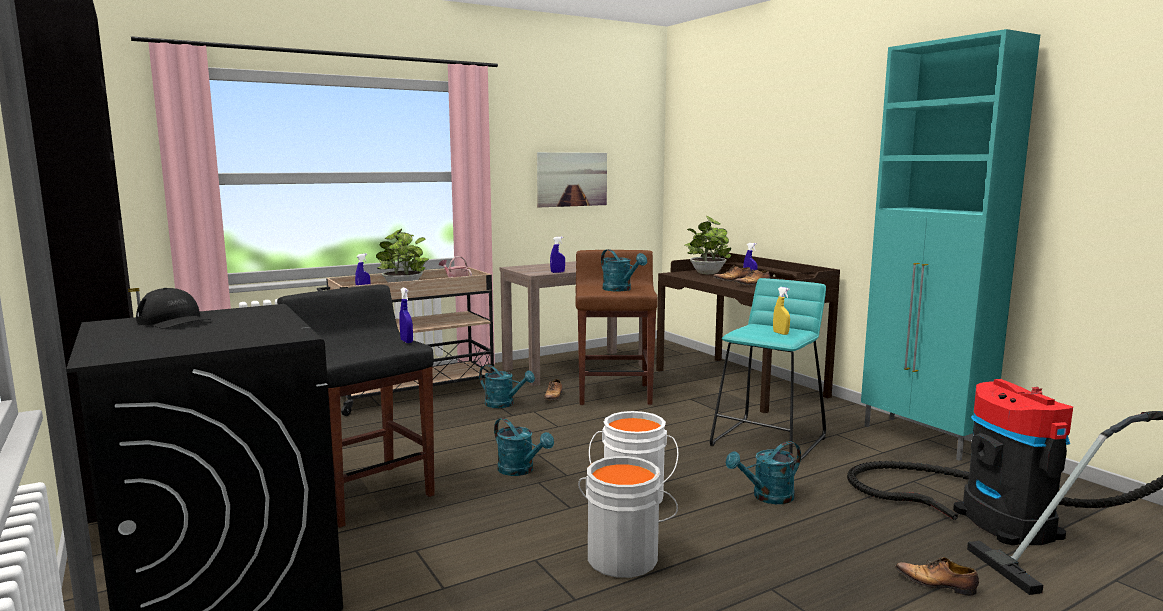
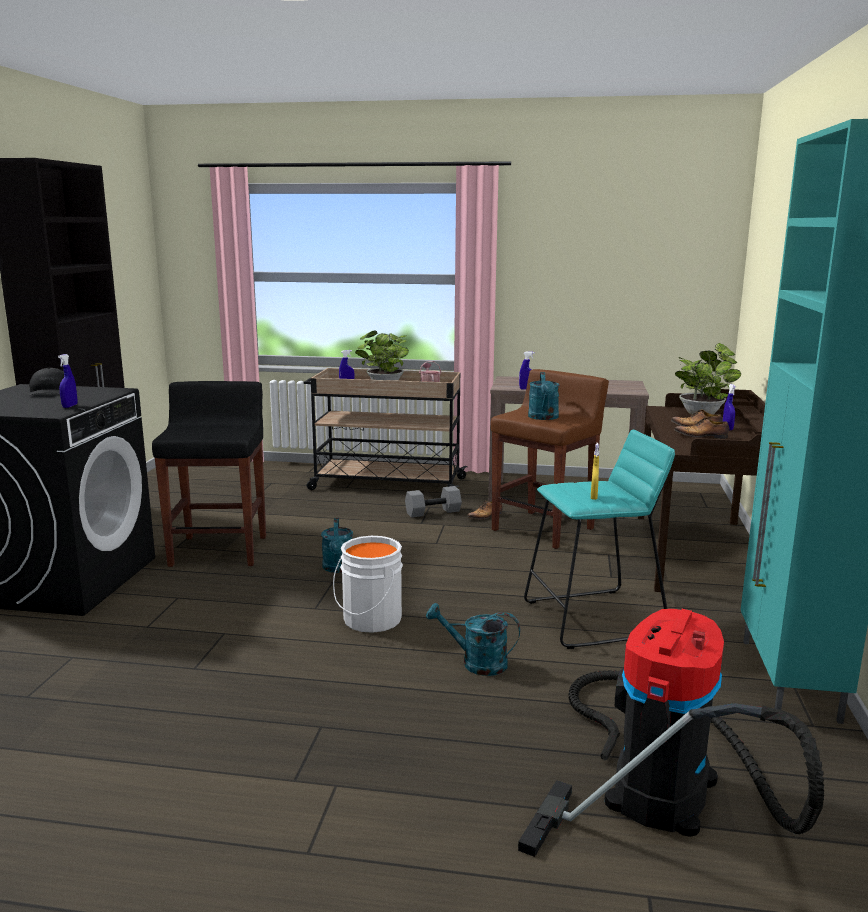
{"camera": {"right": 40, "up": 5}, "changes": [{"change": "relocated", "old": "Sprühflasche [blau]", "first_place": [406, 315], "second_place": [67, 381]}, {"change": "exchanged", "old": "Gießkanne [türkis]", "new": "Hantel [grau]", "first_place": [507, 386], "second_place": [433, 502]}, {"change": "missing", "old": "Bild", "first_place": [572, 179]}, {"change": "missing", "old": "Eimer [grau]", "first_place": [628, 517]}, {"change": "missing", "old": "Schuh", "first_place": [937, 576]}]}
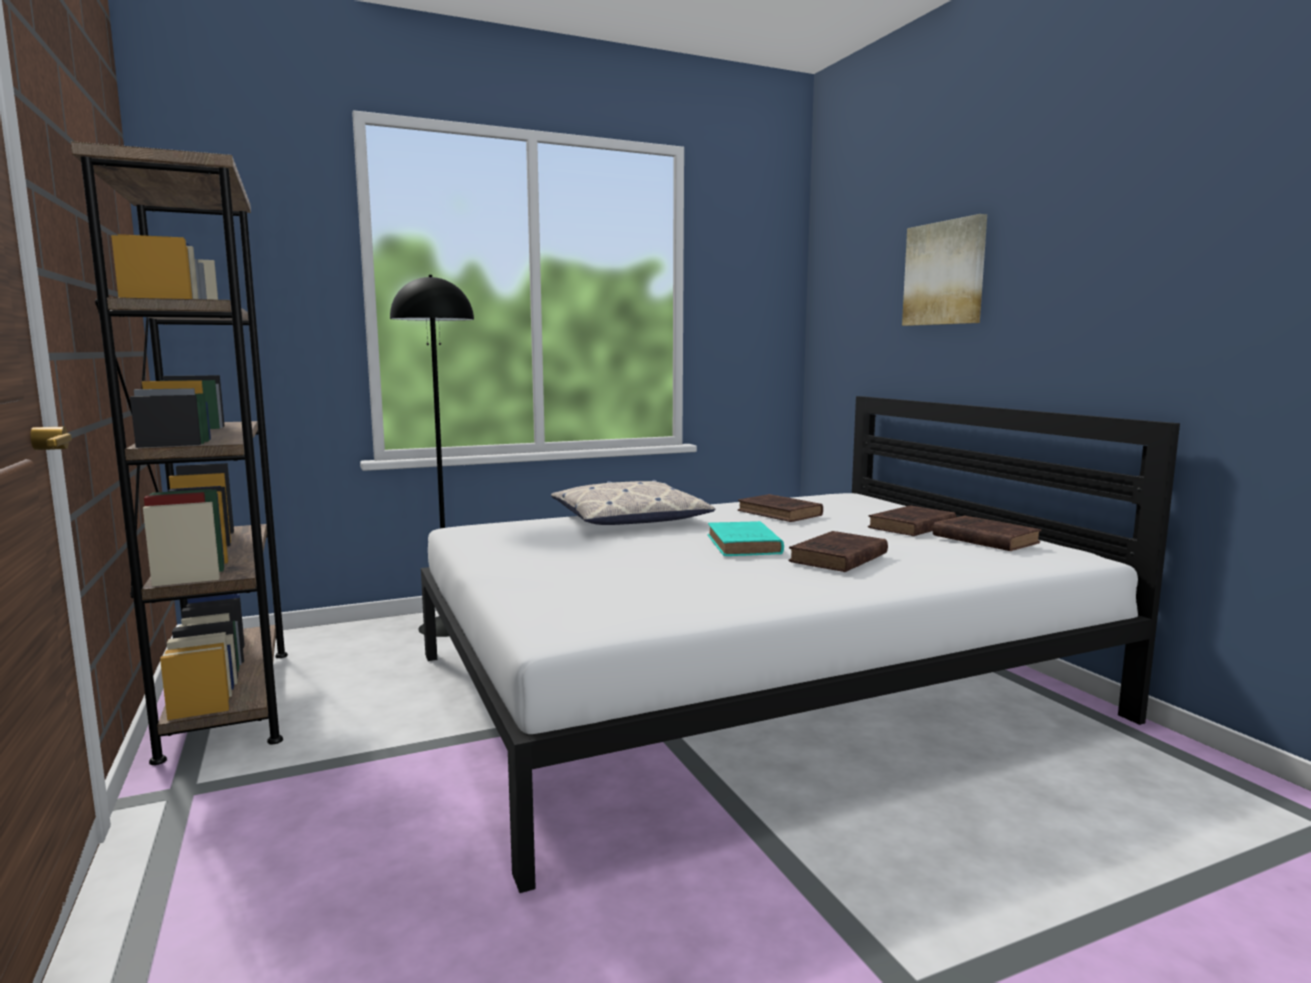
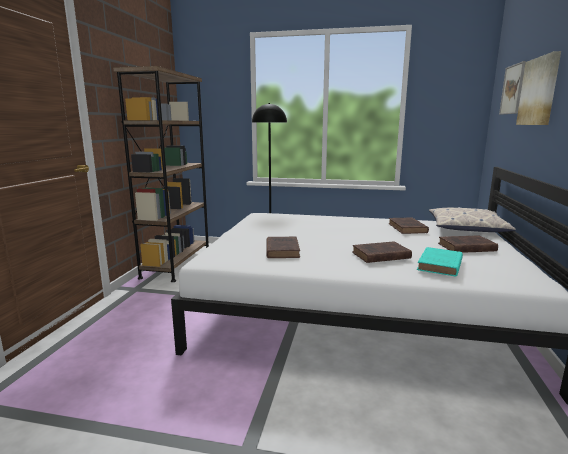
{"camera": {"right": 35, "up": 5}, "changes": [{"change": "relocated", "old": "Buch [braun]", "first_place": [987, 533], "second_place": [283, 247]}, {"change": "relocated", "old": "Buch [türkis]", "first_place": [746, 538], "second_place": [440, 262]}, {"change": "relocated", "old": "Kissen", "first_place": [633, 502], "second_place": [472, 219]}, {"change": "appeared", "new": "Bild", "second_place": [512, 88]}]}
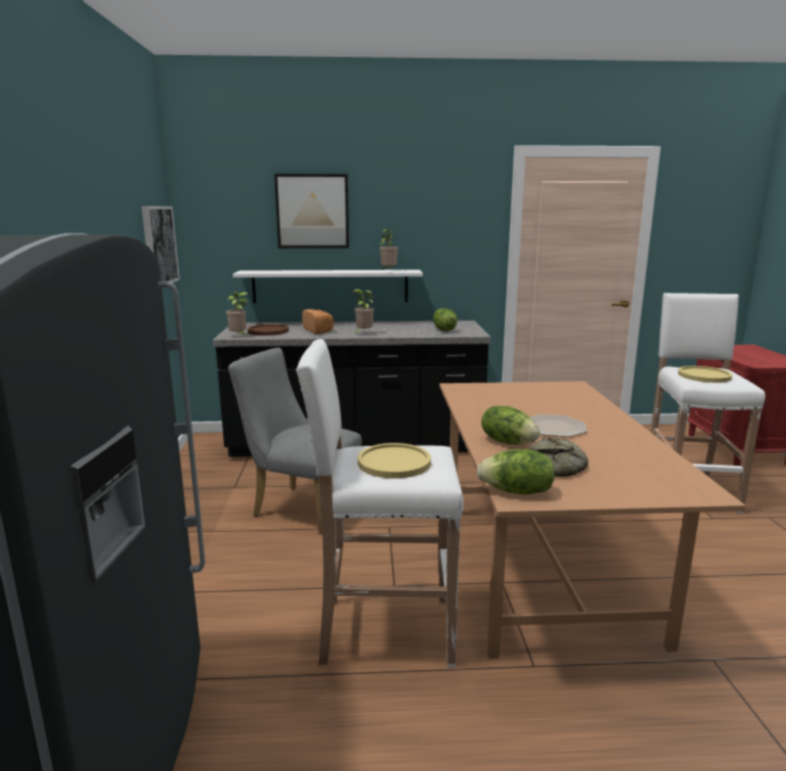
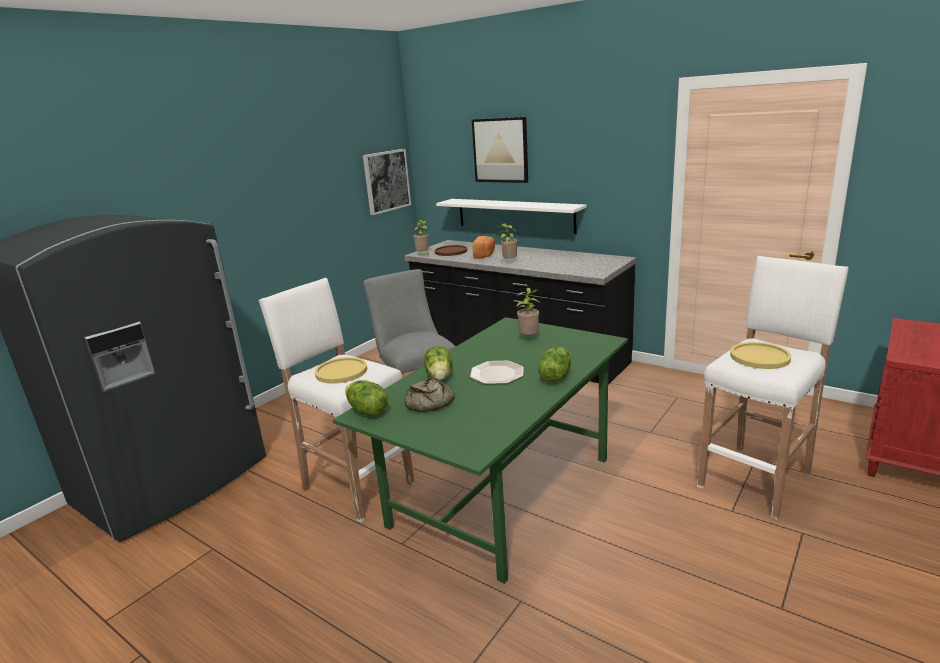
{"camera": {"right": 40, "up": 5}, "changes": [{"change": "colour", "old": "Esstisch [braun]", "new": "Esstisch [grün]", "first_place": [593, 520], "second_place": [480, 450]}, {"change": "relocated", "old": "Topfpflanze", "first_place": [388, 249], "second_place": [527, 311]}, {"change": "relocated", "old": "Salatkopf", "first_place": [445, 319], "second_place": [554, 364]}]}
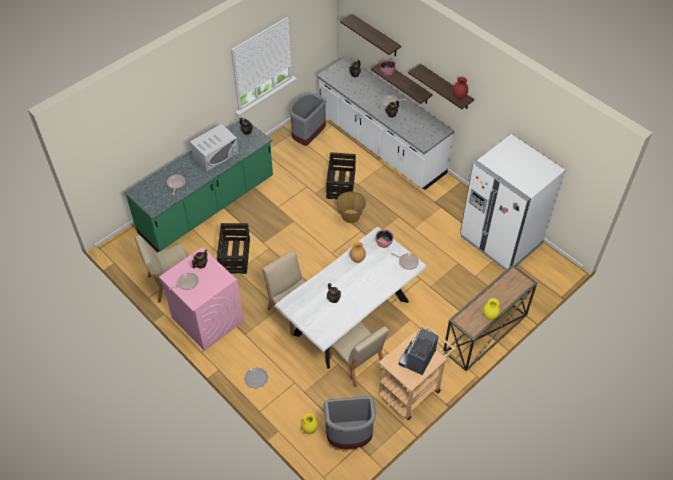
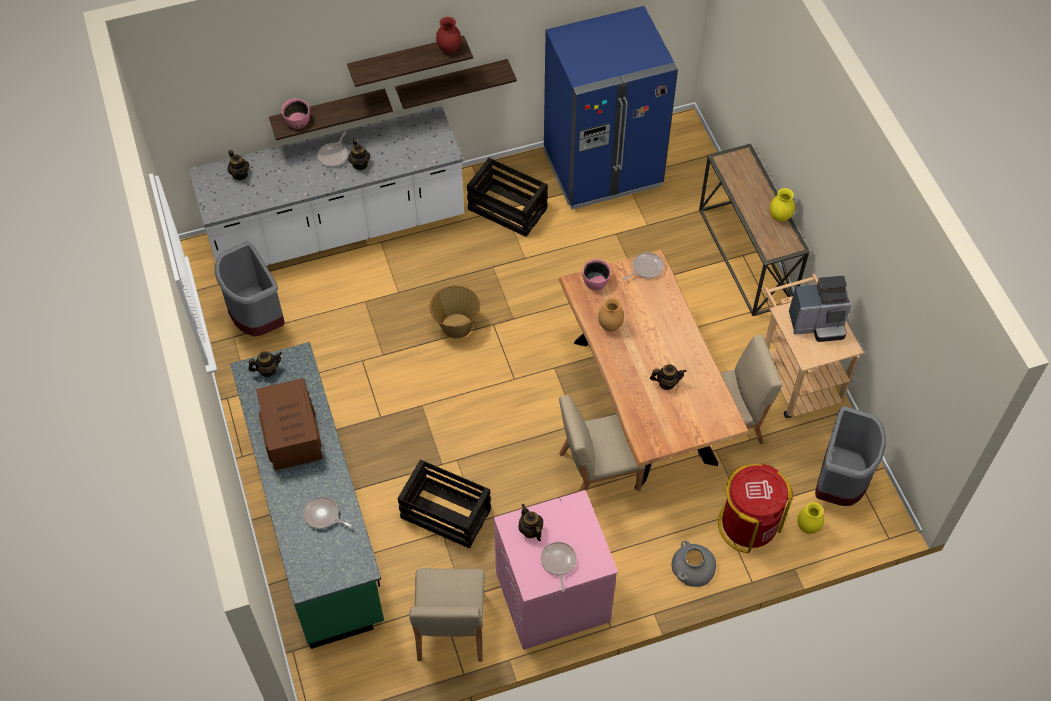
{"camera": {"right": -65, "up": 5}, "changes": [{"change": "colour", "old": "Mikrowelle [weiß]", "new": "Mikrowelle [braun]", "first_place": [214, 147], "second_place": [289, 424]}, {"change": "relocated", "old": "Wandregal", "first_place": [370, 35], "second_place": [456, 84]}, {"change": "relocated", "old": "Kiste", "first_place": [341, 175], "second_place": [507, 197]}, {"change": "colour", "old": "Kühlschrank [weiß]", "new": "Kühlschrank [blau]", "first_place": [512, 202], "second_place": [611, 108]}, {"change": "colour", "old": "Esstisch [weiß]", "new": "Esstisch [braun]", "first_place": [350, 298], "second_place": [654, 369]}, {"change": "exchanged", "old": "Teller", "new": "Vase [grau]", "first_place": [256, 378], "second_place": [694, 564]}, {"change": "appeared", "new": "Mülleimer [rot]", "second_place": [755, 509]}, {"change": "spun", "old": "Kaffeemaschine", "first_place": [419, 351], "second_place": [820, 309], "degrees": -60}]}
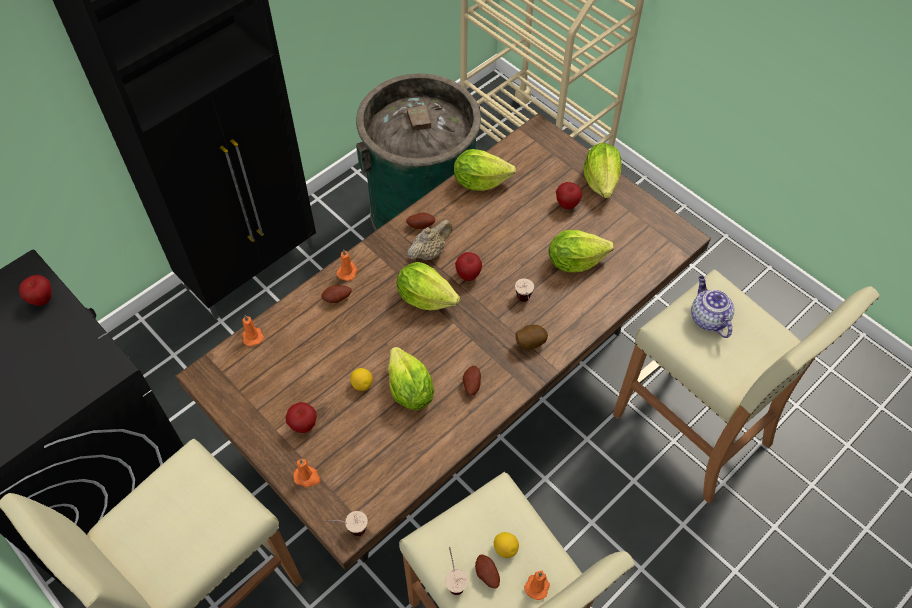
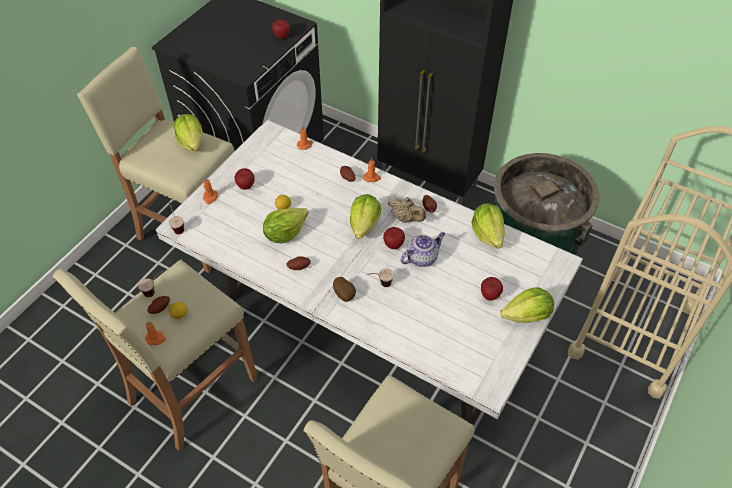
{"camera": {"right": 75, "up": -5}, "changes": [{"change": "colour", "old": "Esstisch [braun]", "new": "Esstisch [weiß]", "first_place": [443, 342], "second_place": [369, 272]}, {"change": "relocated", "old": "Salatkopf", "first_place": [581, 251], "second_place": [188, 132]}, {"change": "relocated", "old": "Teekanne", "first_place": [712, 307], "second_place": [423, 249]}]}
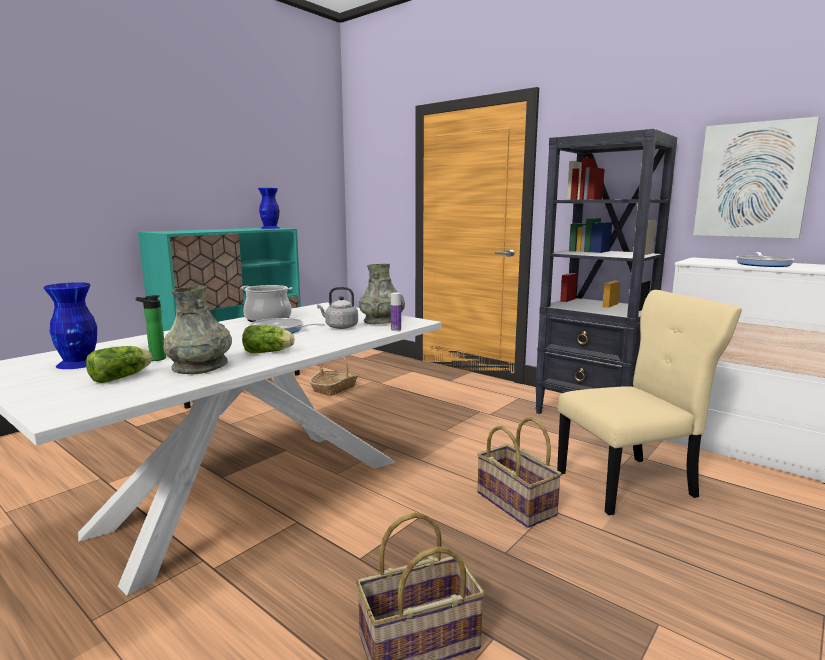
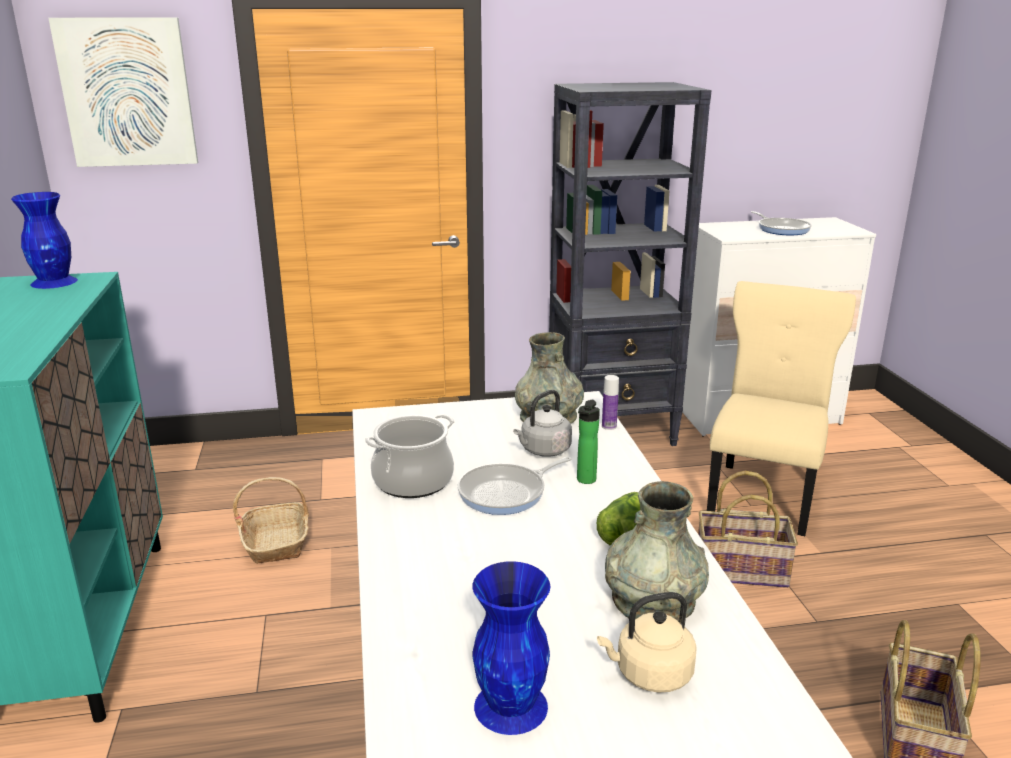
{"camera": {"right": -50, "up": 10}, "changes": [{"change": "relocated", "old": "Bild", "first_place": [756, 177], "second_place": [123, 92]}, {"change": "relocated", "old": "Flasche", "first_place": [151, 328], "second_place": [588, 442]}, {"change": "exchanged", "old": "Salatkopf", "new": "Wasserkessel [beige]", "first_place": [119, 364], "second_place": [647, 642]}]}
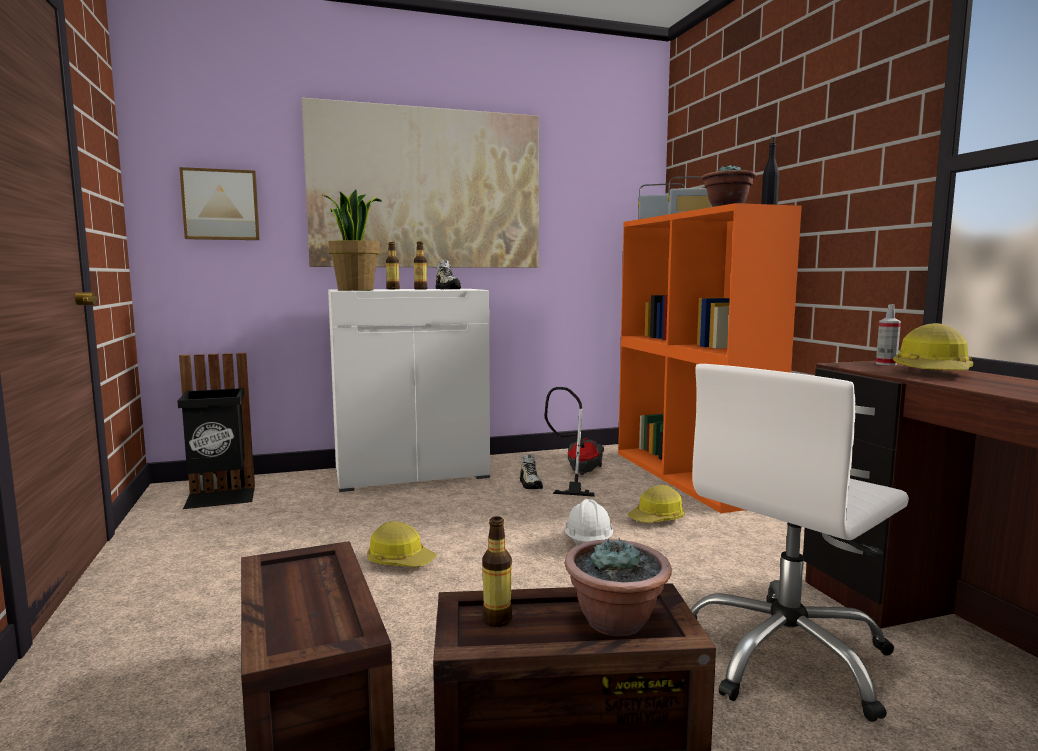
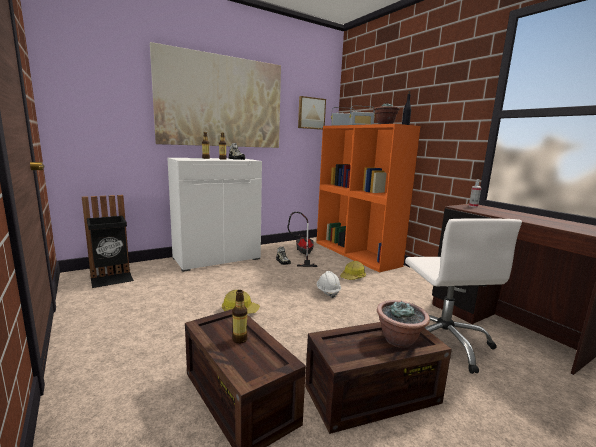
{"camera": {"right": -15, "up": 5}, "changes": [{"change": "relocated", "old": "Flasche", "first_place": [497, 571], "second_place": [239, 317]}, {"change": "relocated", "old": "Bild", "first_place": [219, 203], "second_place": [312, 113]}, {"change": "spun", "old": "Bürostuhl [weiß]", "first_place": [799, 543], "second_place": [463, 296], "degrees": -45}, {"change": "missing", "old": "Topfpflanze", "first_place": [352, 240]}, {"change": "missing", "old": "Schutzhelm", "first_place": [933, 346]}]}
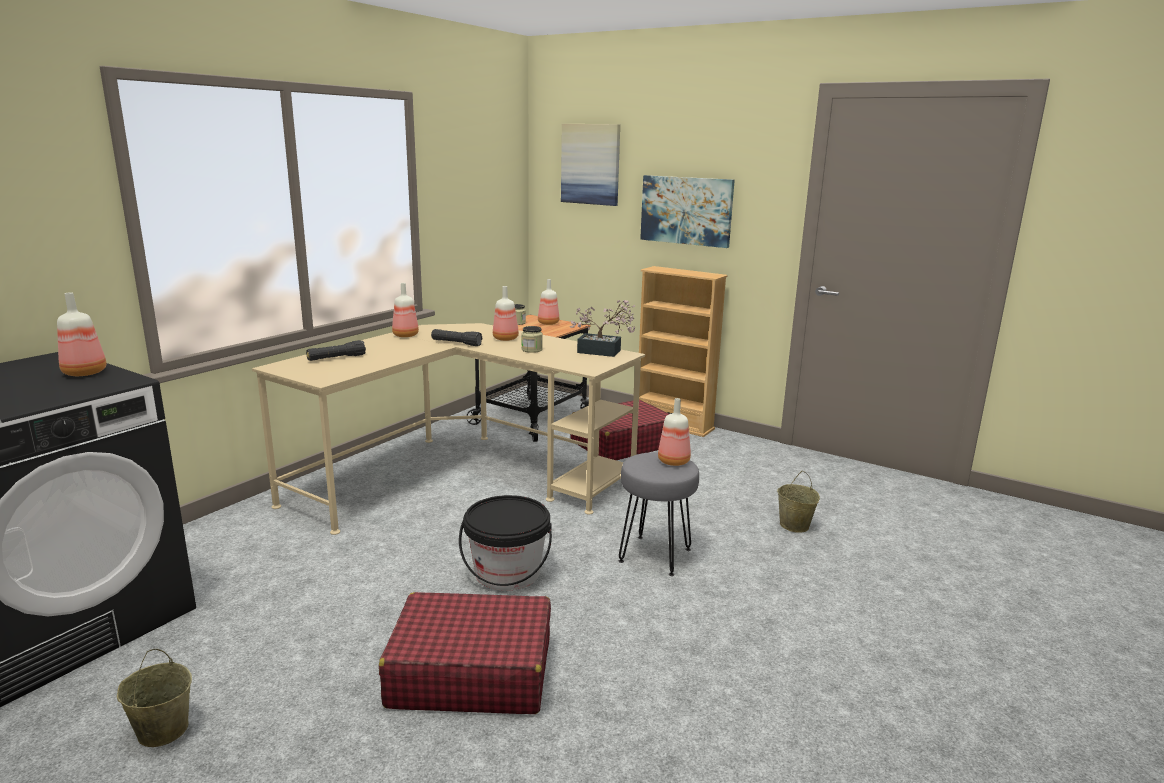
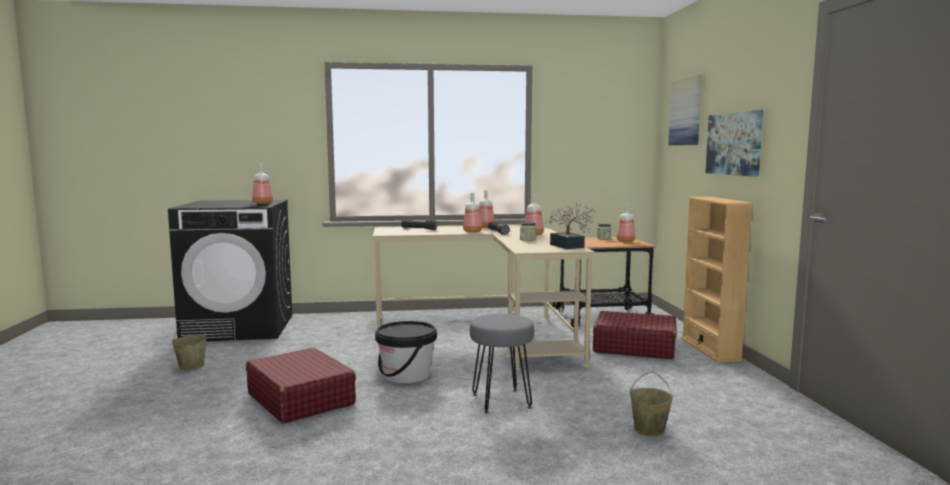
{"camera": {"right": 50, "up": -10}, "changes": [{"change": "relocated", "old": "Flasche", "first_place": [674, 432], "second_place": [472, 213]}]}
